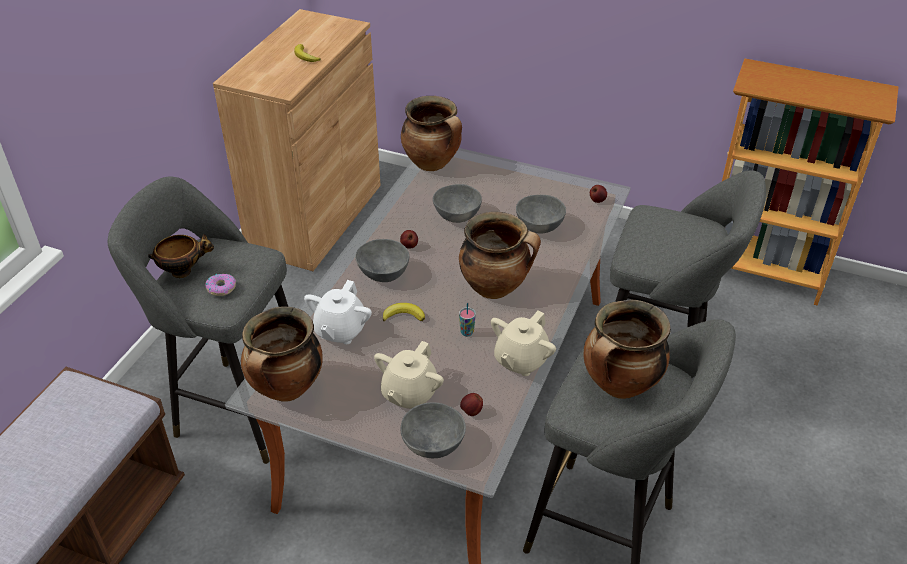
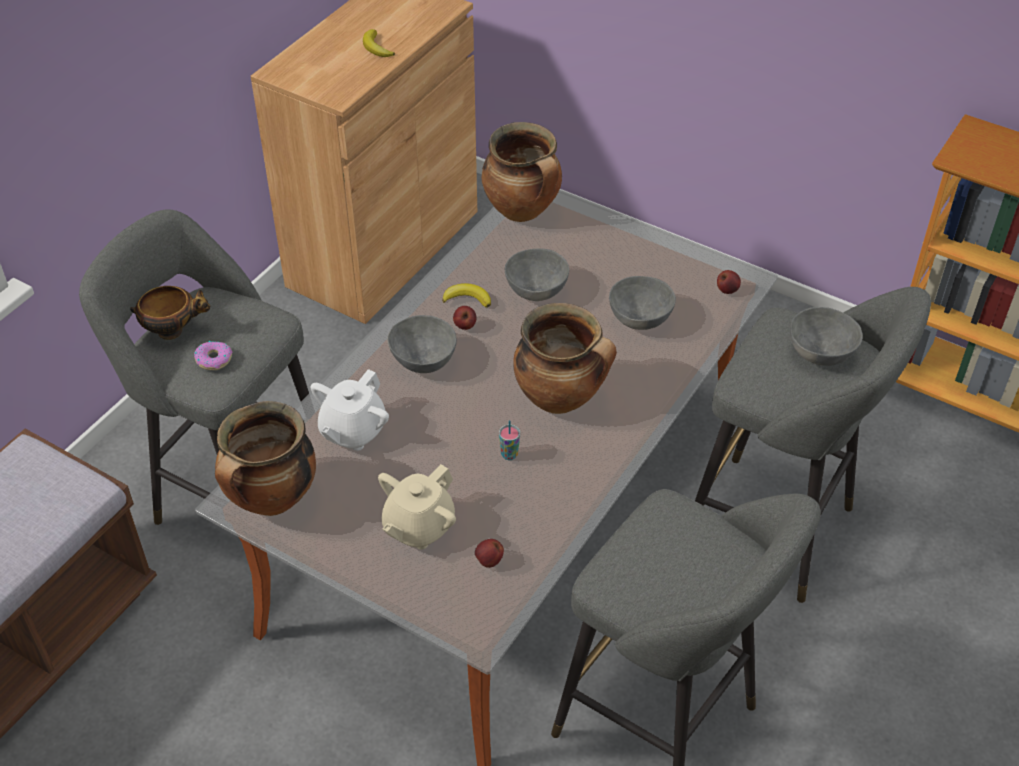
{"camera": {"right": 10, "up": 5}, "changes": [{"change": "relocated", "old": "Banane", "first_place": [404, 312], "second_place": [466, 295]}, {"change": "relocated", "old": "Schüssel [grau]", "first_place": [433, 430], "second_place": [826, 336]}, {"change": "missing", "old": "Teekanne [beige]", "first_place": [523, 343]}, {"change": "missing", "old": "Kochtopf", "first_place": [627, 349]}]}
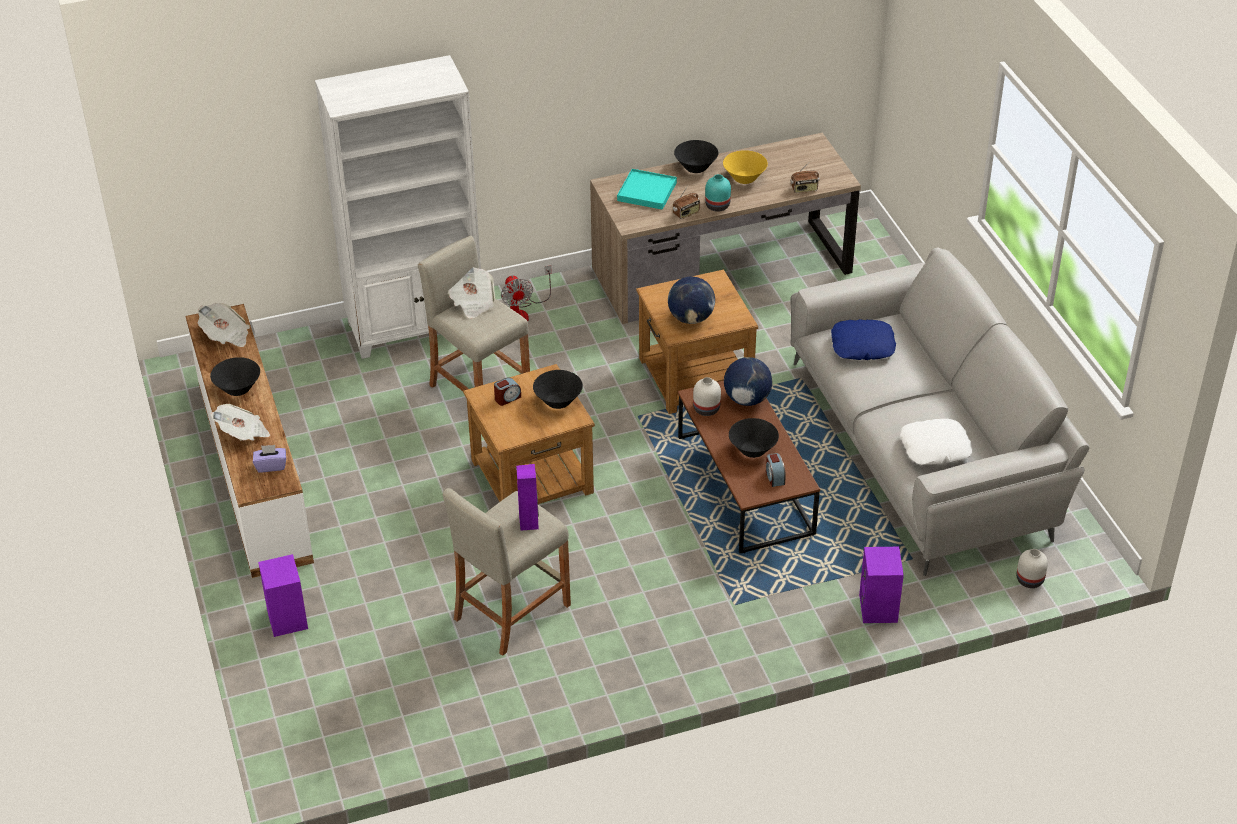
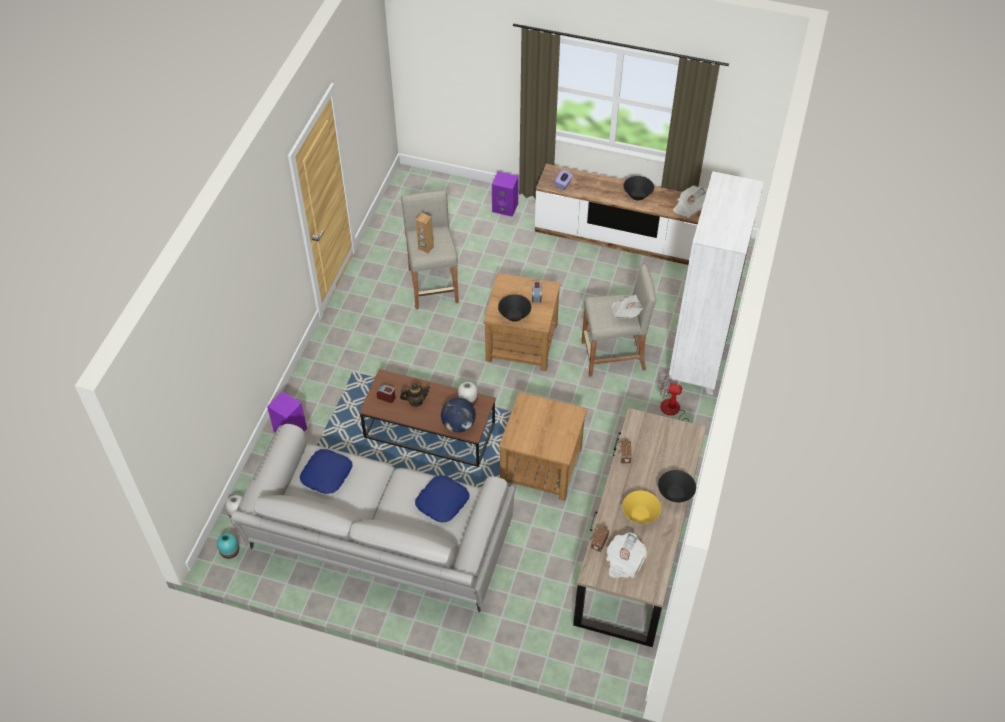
{"camera": {"right": 125, "up": 10}, "changes": [{"change": "relocated", "old": "Vase [türkis]", "first_place": [718, 193], "second_place": [228, 546]}, {"change": "colour", "old": "Kissen [weiß]", "new": "Kissen [blau]", "first_place": [936, 442], "second_place": [326, 471]}, {"change": "exchanged", "old": "Schüssel [schwarz]", "new": "Teekanne", "first_place": [754, 438], "second_place": [415, 395]}, {"change": "colour", "old": "Lautsprecher [lila]", "new": "Lautsprecher [braun]", "first_place": [527, 497], "second_place": [425, 233]}, {"change": "relocated", "old": "Zeitung", "first_place": [240, 422], "second_place": [626, 555]}, {"change": "missing", "old": "Tablett [türkis]", "first_place": [647, 189]}, {"change": "missing", "old": "Globus", "first_place": [691, 300]}]}
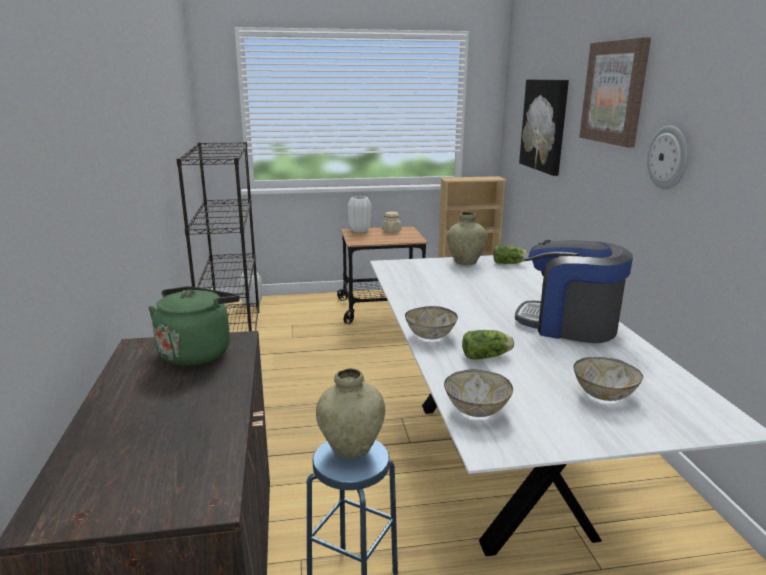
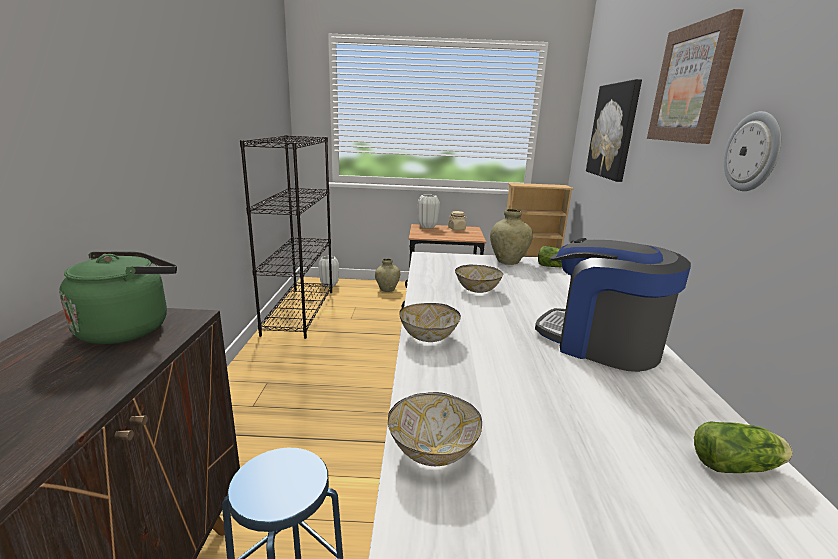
{"camera": {"right": 10, "up": 0}, "changes": [{"change": "relocated", "old": "Vase [beige]", "first_place": [350, 413], "second_place": [387, 275]}, {"change": "relocated", "old": "Schüssel", "first_place": [608, 379], "second_place": [479, 279]}, {"change": "relocated", "old": "Salatkopf", "first_place": [488, 344], "second_place": [743, 447]}]}
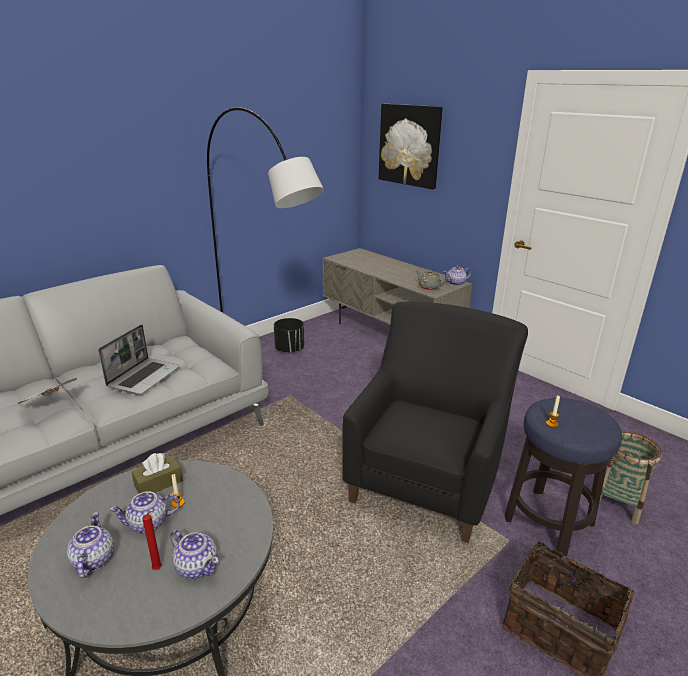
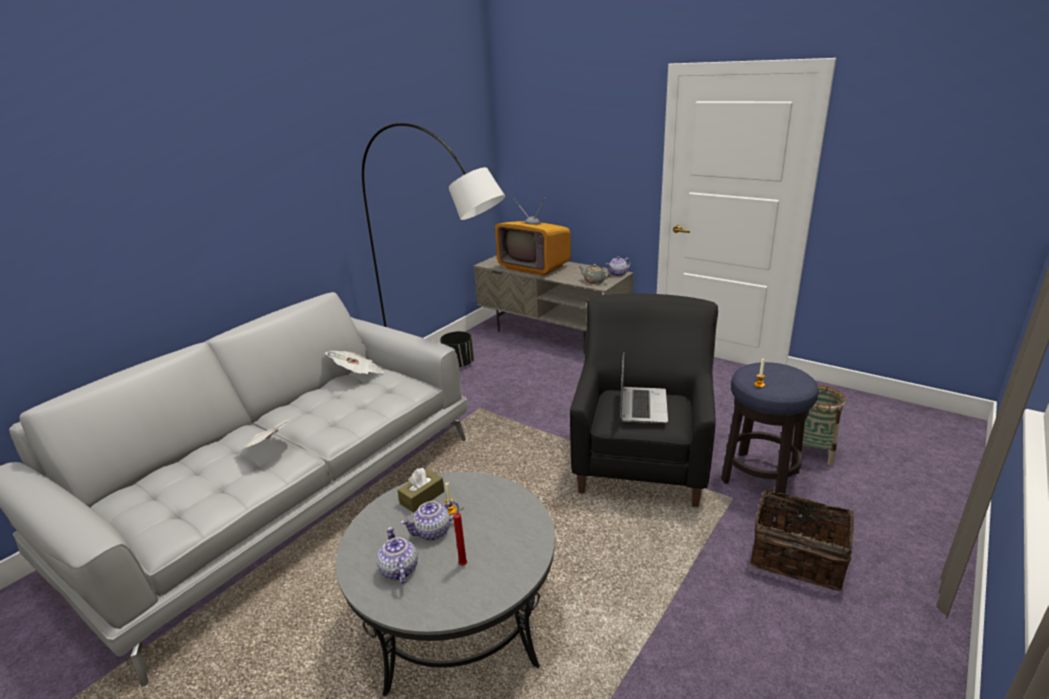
{"camera": {"right": -10, "up": 0}, "changes": [{"change": "appeared", "new": "Zeitung", "second_place": [354, 363]}, {"change": "appeared", "new": "Fernseher", "second_place": [533, 237]}, {"change": "relocated", "old": "Laptop", "first_place": [139, 359], "second_place": [644, 388]}, {"change": "missing", "old": "Teekanne", "first_place": [194, 554]}, {"change": "missing", "old": "Bild", "first_place": [410, 146]}]}
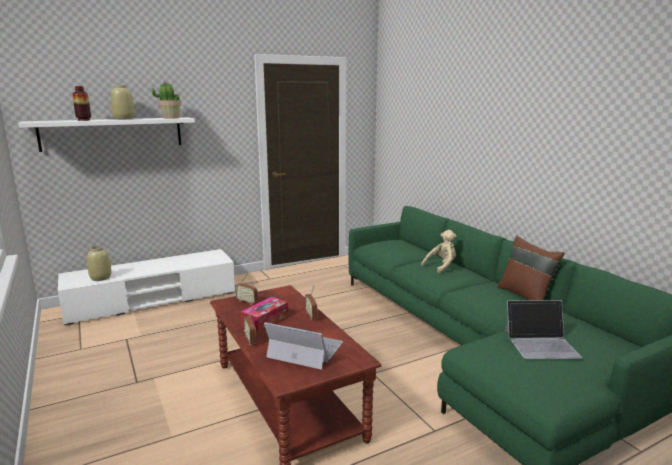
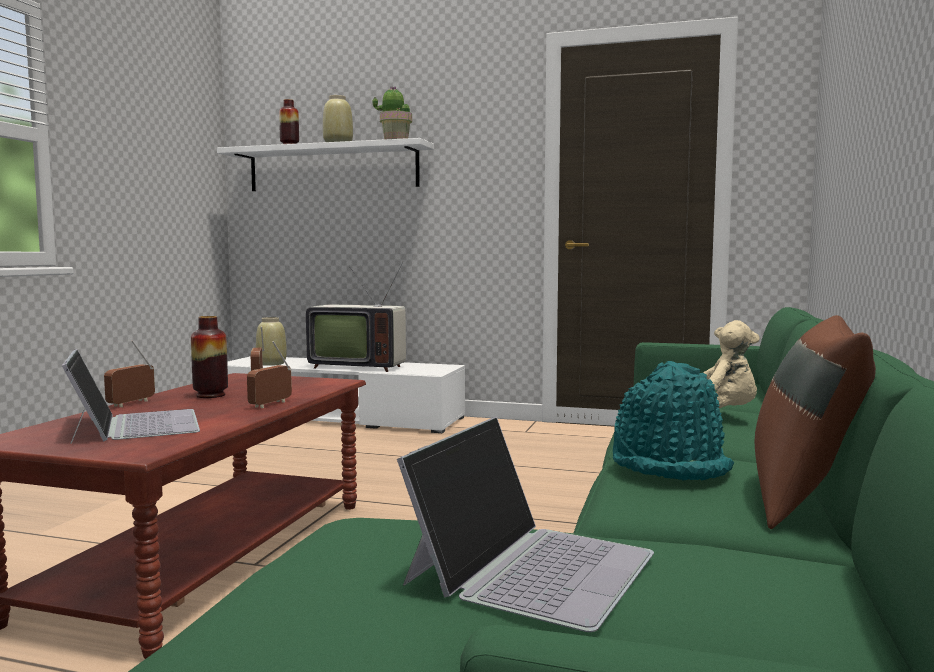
{"camera": {"right": 45, "up": -10}, "changes": [{"change": "exchanged", "old": "Taschentuchbox", "new": "Vase", "first_place": [265, 314], "second_place": [209, 357]}, {"change": "appeared", "new": "Fernseher", "second_place": [356, 316]}, {"change": "spun", "old": "Laptop", "first_place": [543, 329], "second_place": [525, 524], "degrees": -105}, {"change": "appeared", "new": "Hut [türkis]", "second_place": [673, 421]}]}
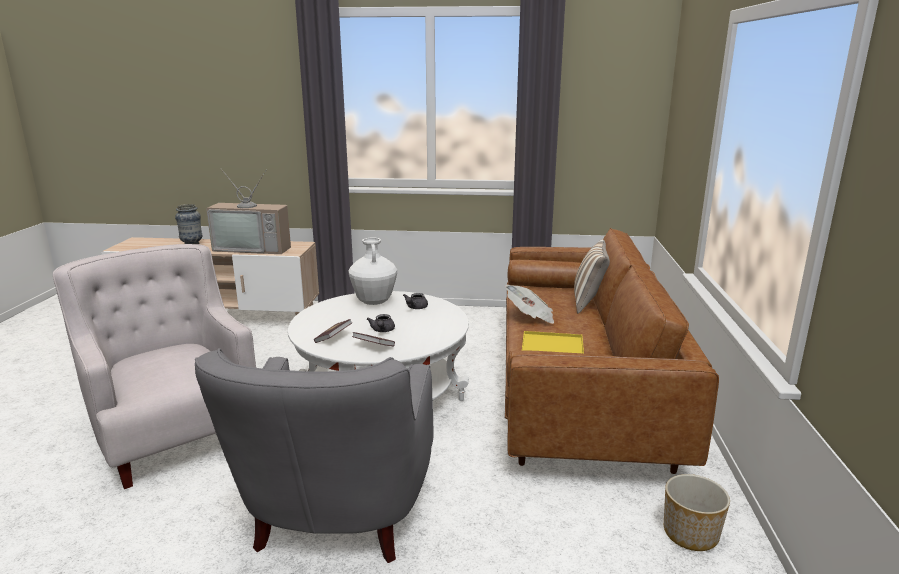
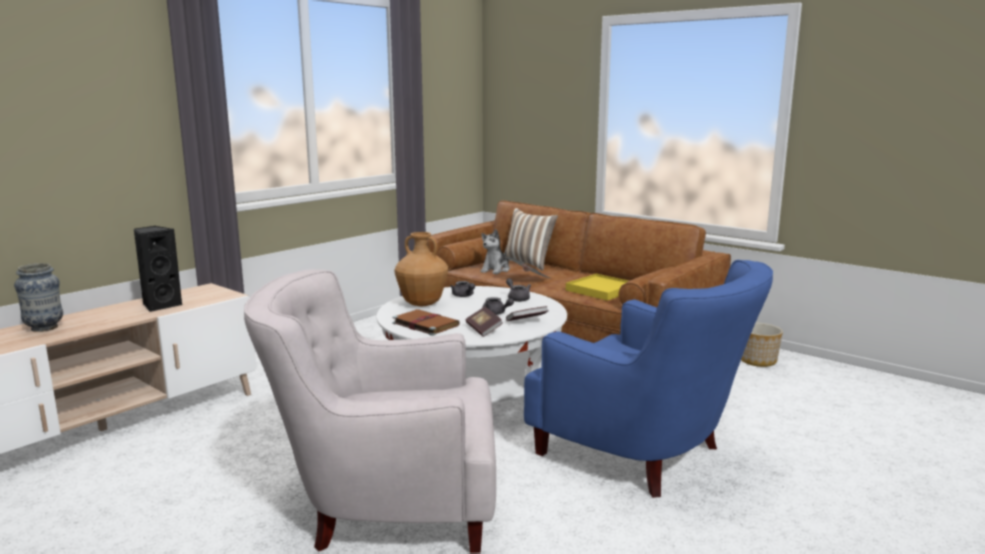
{"camera": {"right": -55, "up": -5}, "changes": [{"change": "exchanged", "old": "Fernseher", "new": "Lautsprecher [schwarz]", "first_place": [248, 211], "second_place": [158, 269]}, {"change": "appeared", "new": "Buch [braun]", "second_place": [426, 322]}, {"change": "colour", "old": "Vase [weiß]", "new": "Vase [braun]", "first_place": [372, 271], "second_place": [421, 269]}, {"change": "appeared", "new": "Plüschtier", "second_place": [495, 251]}, {"change": "appeared", "new": "Teekanne [grau]", "second_place": [518, 290]}, {"change": "colour", "old": "Sessel [grau]", "new": "Sessel [blau]", "first_place": [314, 455], "second_place": [648, 379]}]}
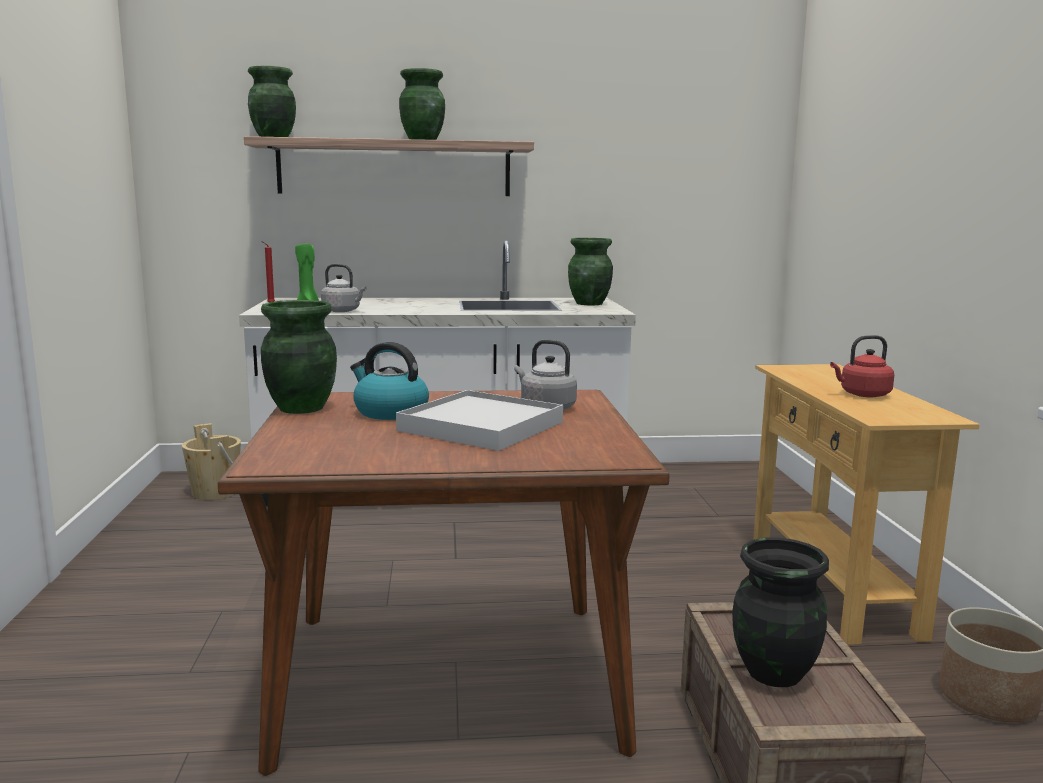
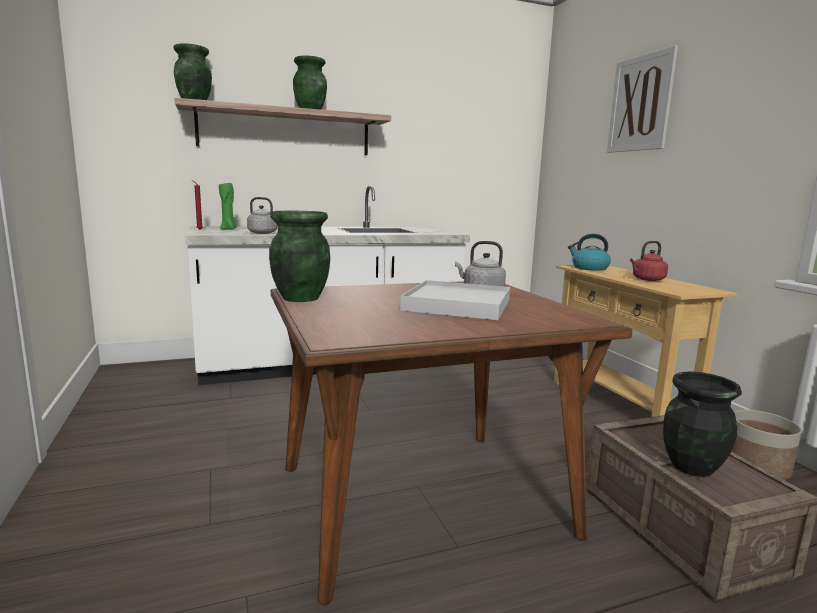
{"camera": {"right": -15, "up": 0}, "changes": [{"change": "relocated", "old": "Wasserkessel", "first_place": [389, 381], "second_place": [589, 252]}, {"change": "appeared", "new": "Bild", "second_place": [642, 99]}, {"change": "missing", "old": "Eimer [beige]", "first_place": [211, 461]}, {"change": "missing", "old": "Vase [grün]", "first_place": [590, 271]}]}
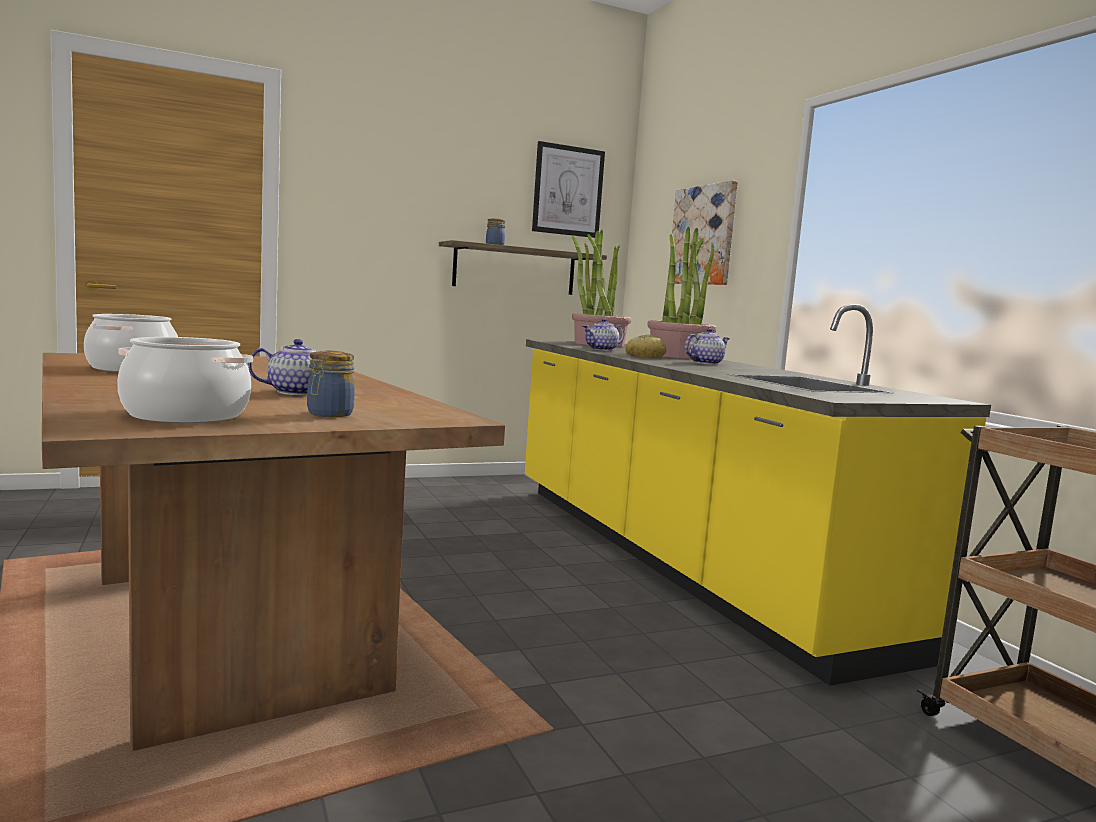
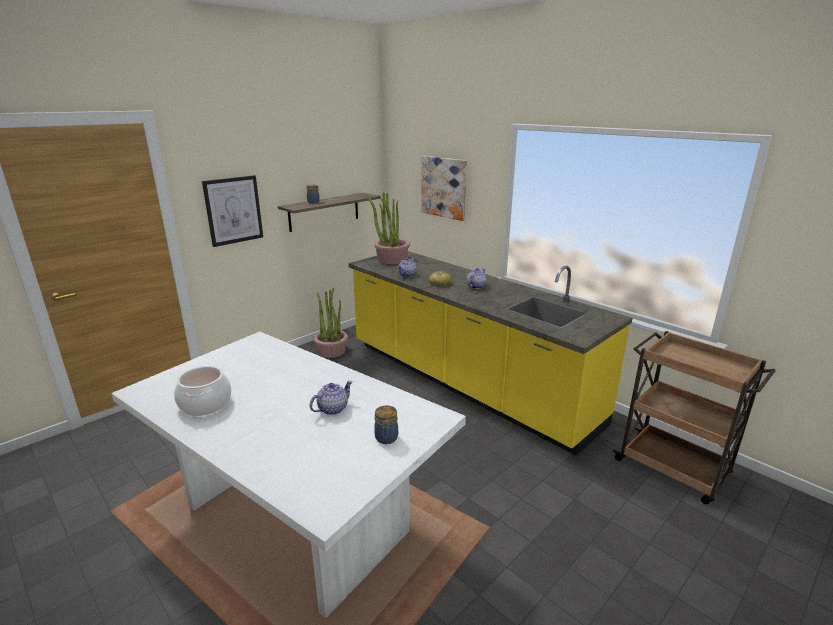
{"camera": {"right": -20, "up": 15}, "changes": [{"change": "colour", "old": "Esstisch [braun]", "new": "Esstisch [weiß]", "first_place": [273, 552], "second_place": [288, 474]}, {"change": "relocated", "old": "Bild", "first_place": [568, 189], "second_place": [232, 211]}, {"change": "relocated", "old": "Topfpflanze", "first_place": [682, 293], "second_place": [330, 323]}, {"change": "missing", "old": "Kochtopf", "first_place": [185, 380]}]}
